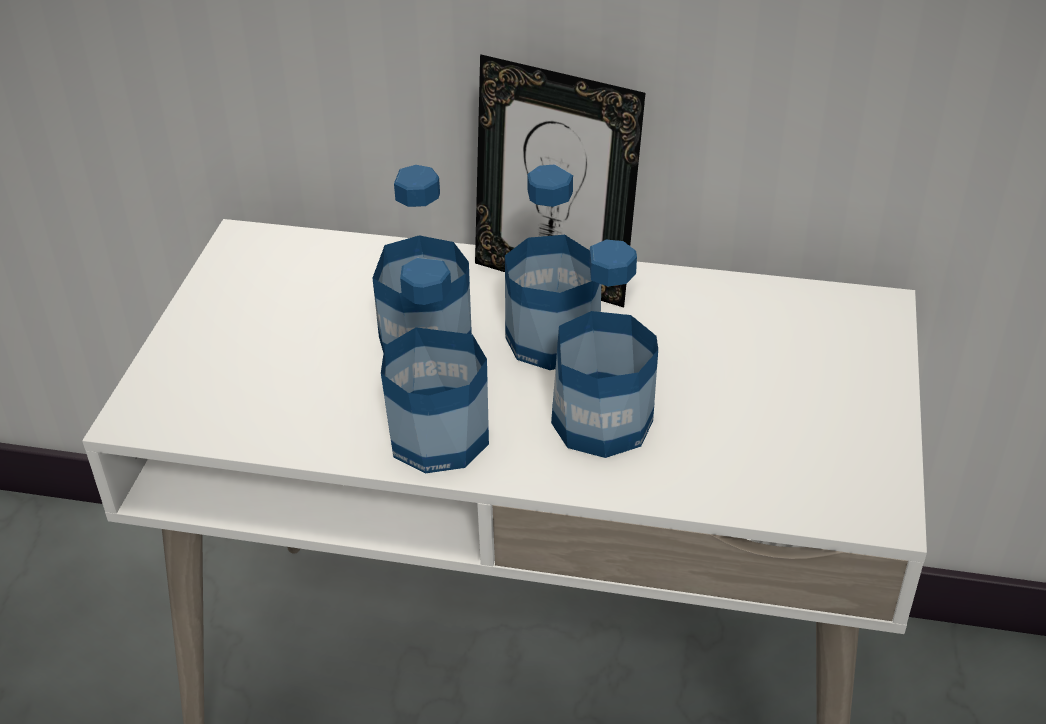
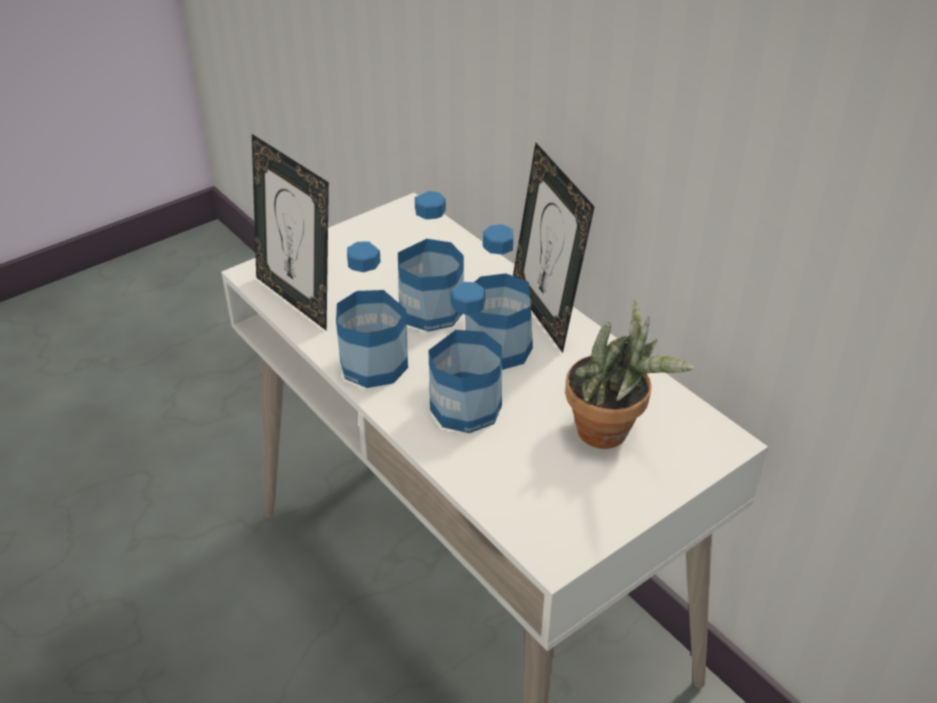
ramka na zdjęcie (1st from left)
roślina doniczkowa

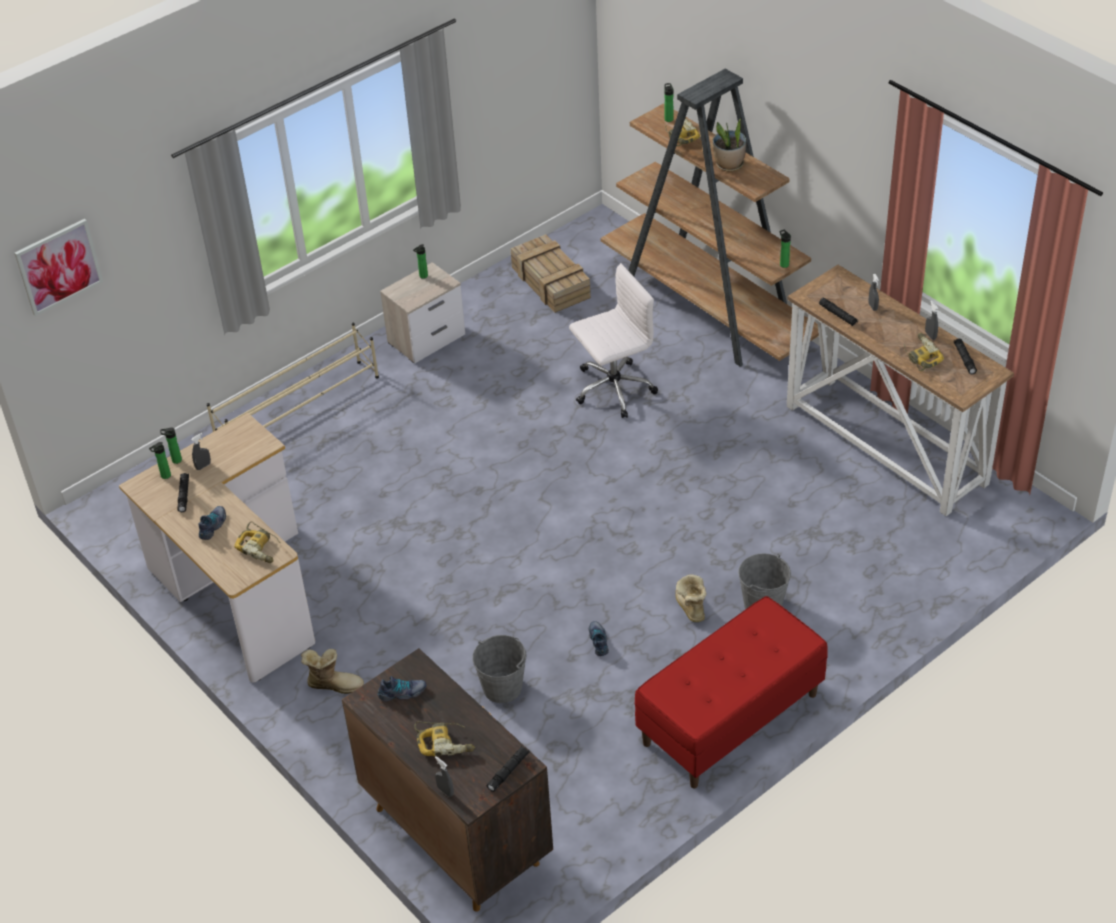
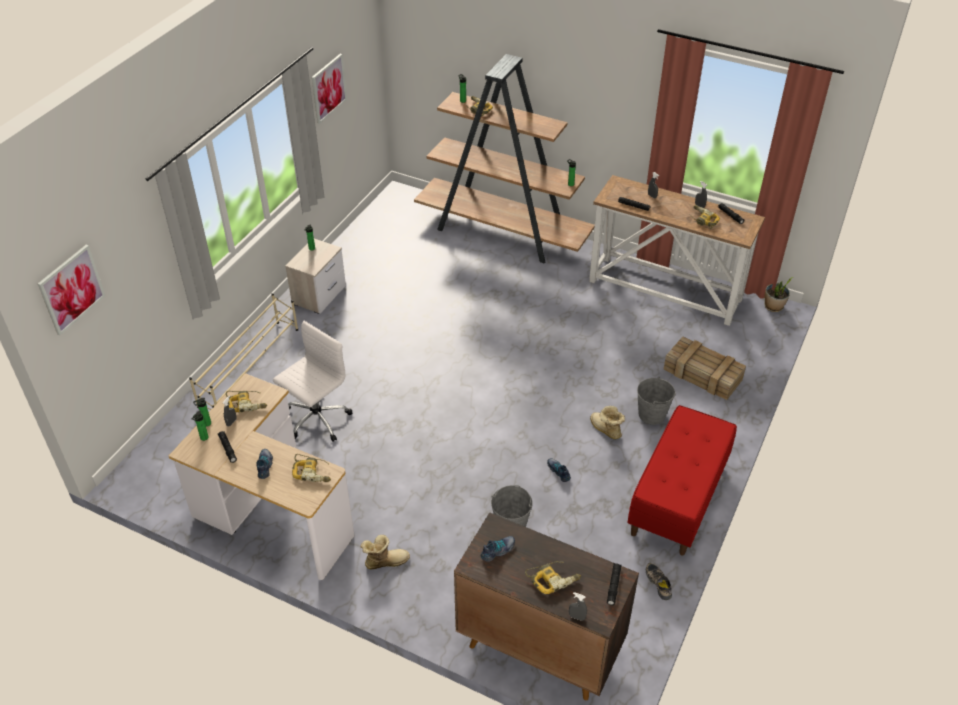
wiertarka (1st from left)
obraz (2nd from left)
but (4th from left)
skrzynka
krzesło biurowe/biały
roślina doniczkowa

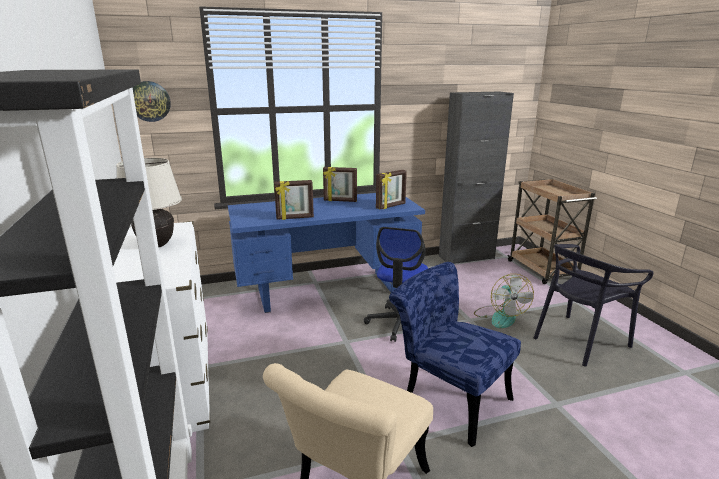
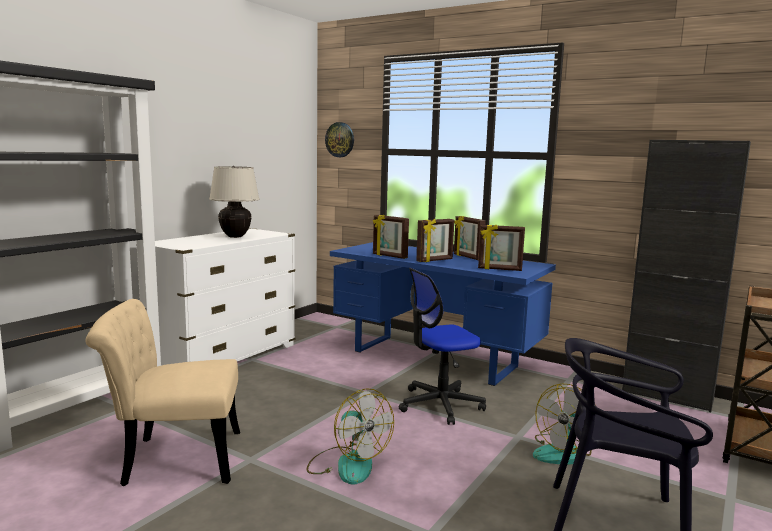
ramka na zdjęcie (2nd from left)
wentylator (1st from left)

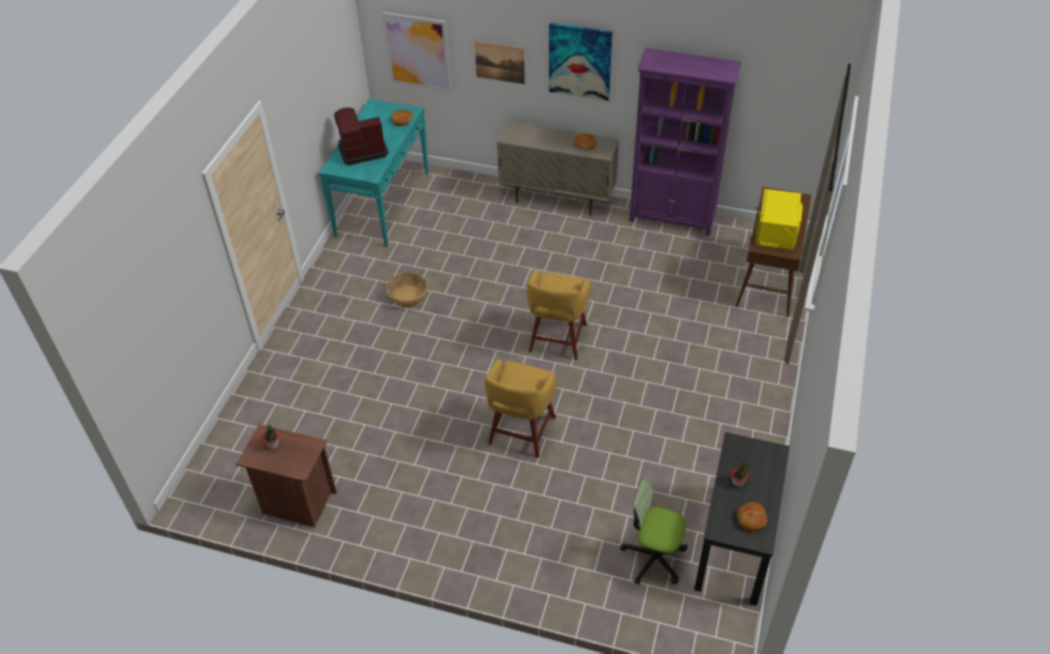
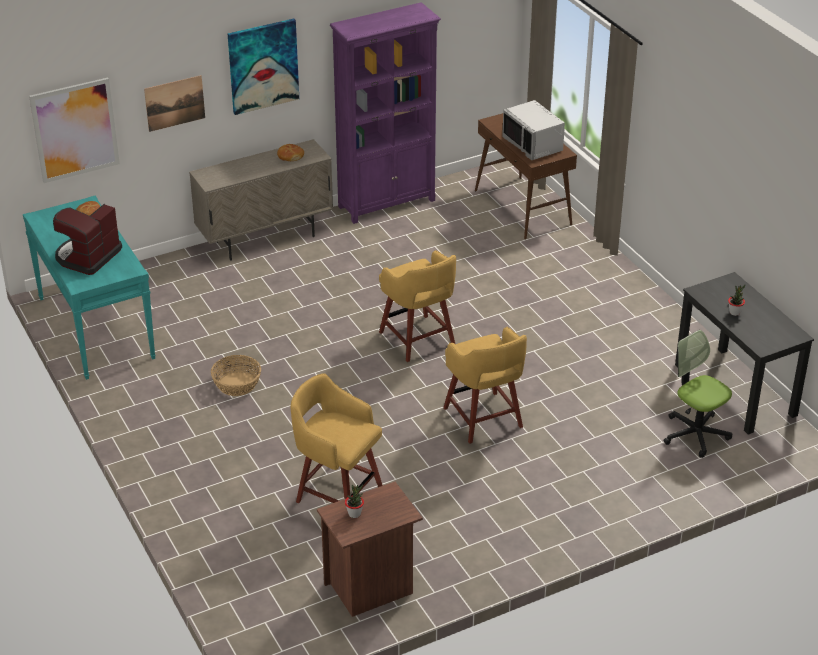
chleb (3rd from left in the first image)
stołek/żółty (1st from left)
mikrofalówka/szary
krzesło biurowe

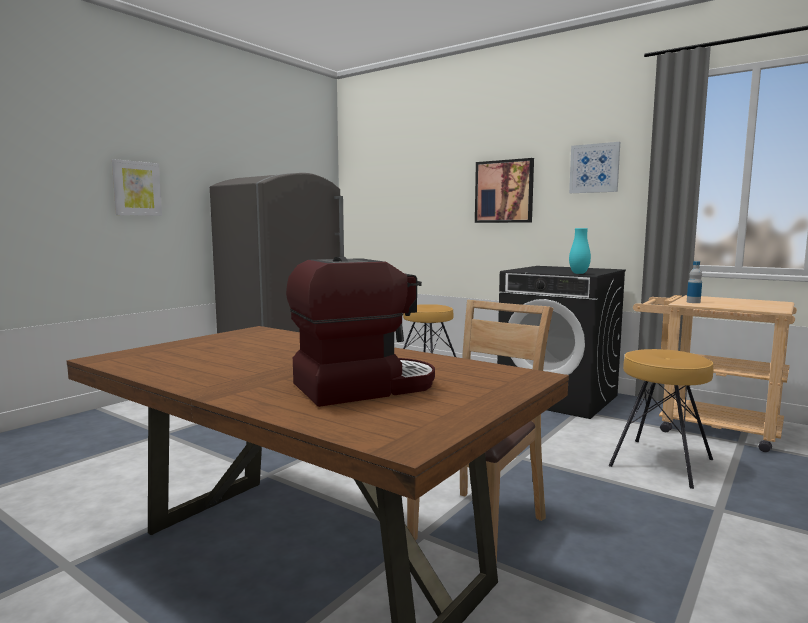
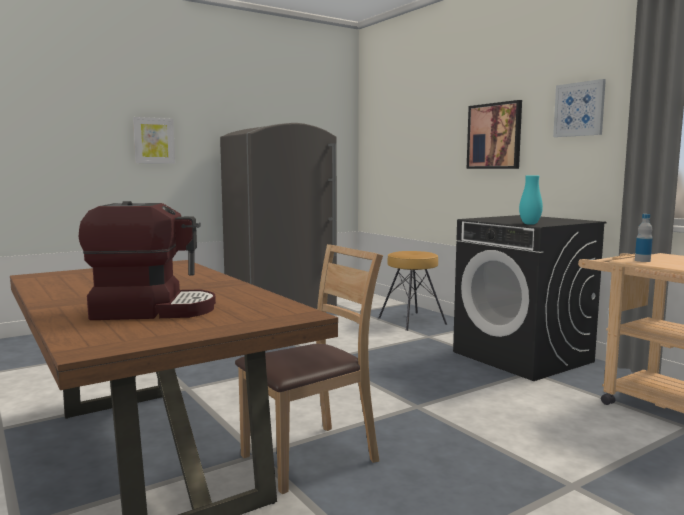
stołek/brązowy (2nd from left in the first image)

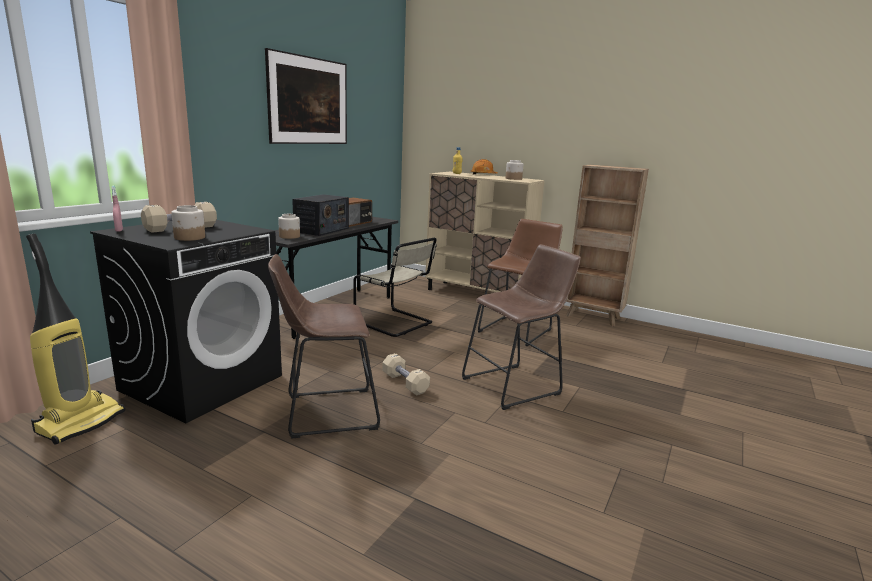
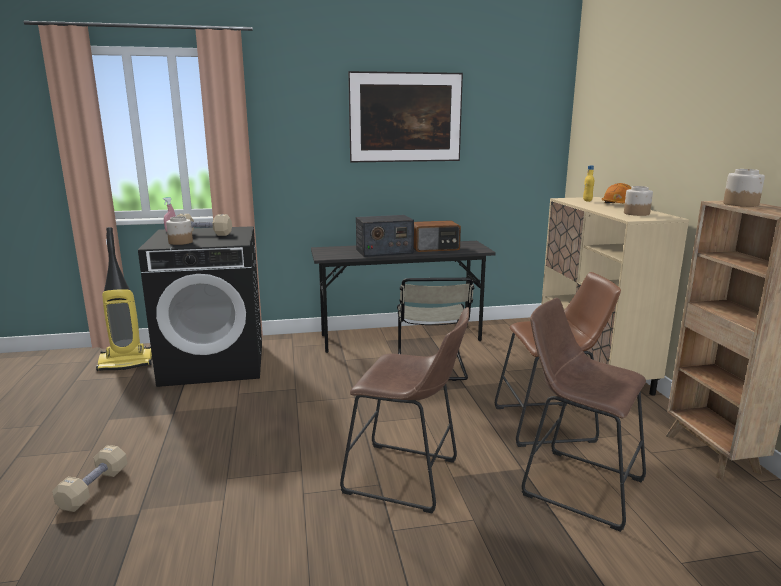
stołek/brązowy (3rd from left)
słoik (3rd from left)
hantel/beżowy (1st from left)

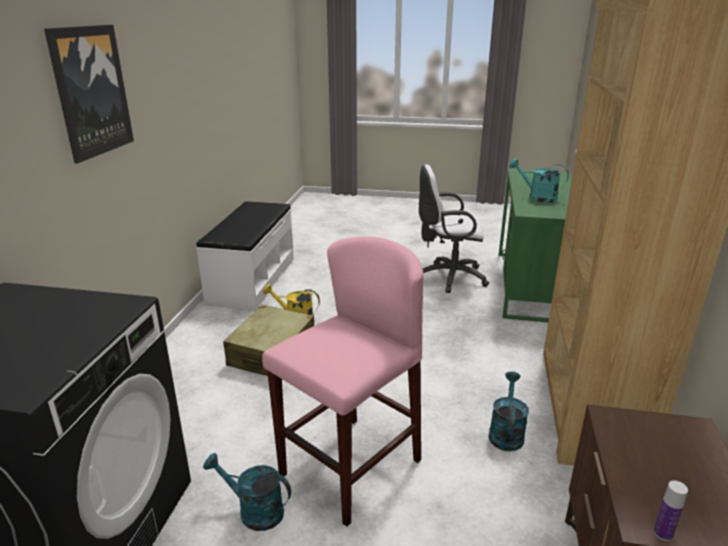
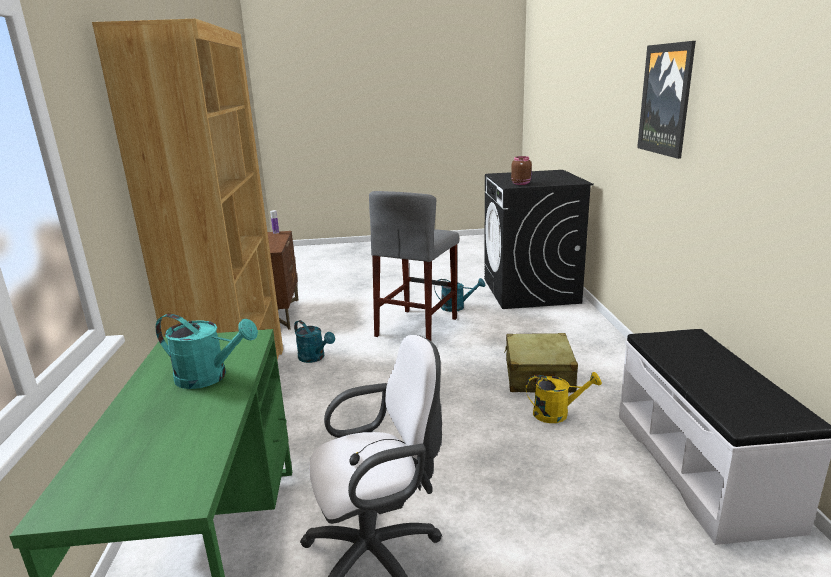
słoik/brązowy
stołek/szary
konewka/turkusowy (2nd from left)

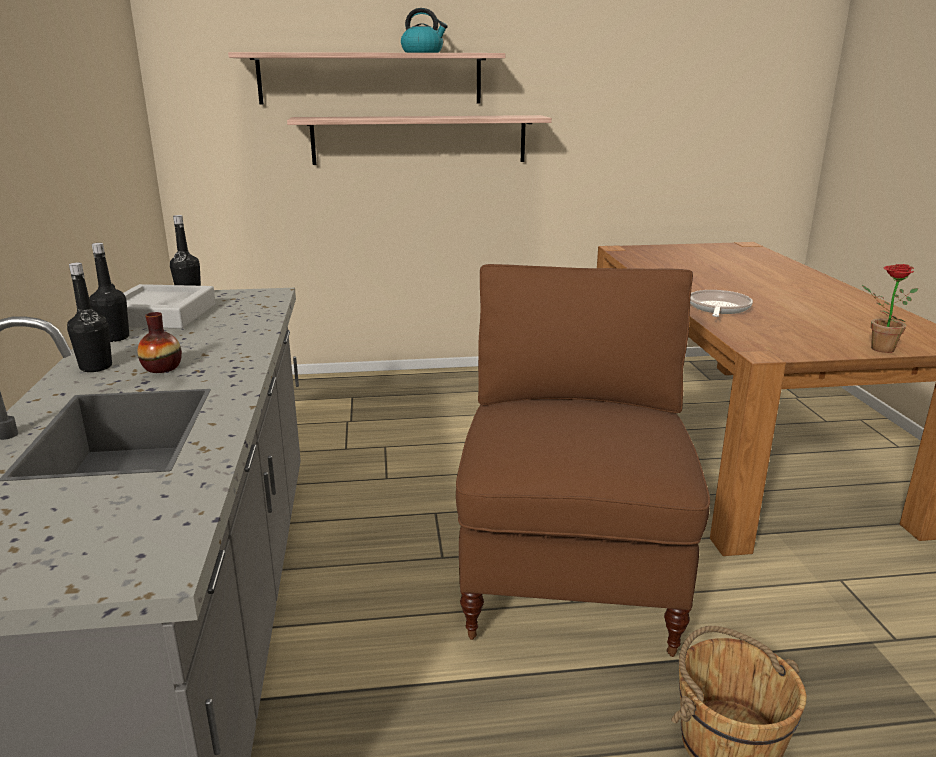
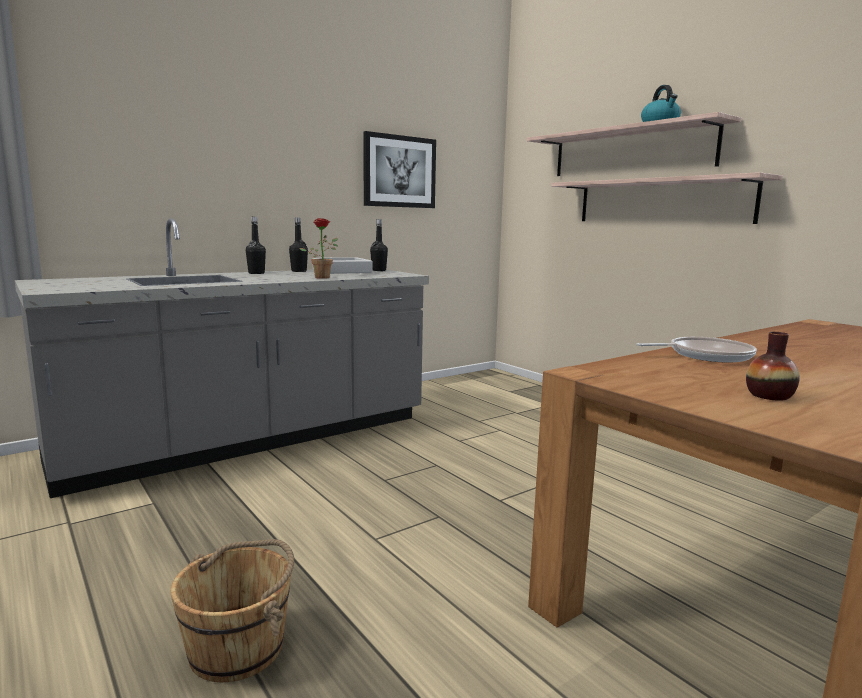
krzesło/brązowy
obraz
wazon
roślina doniczkowa

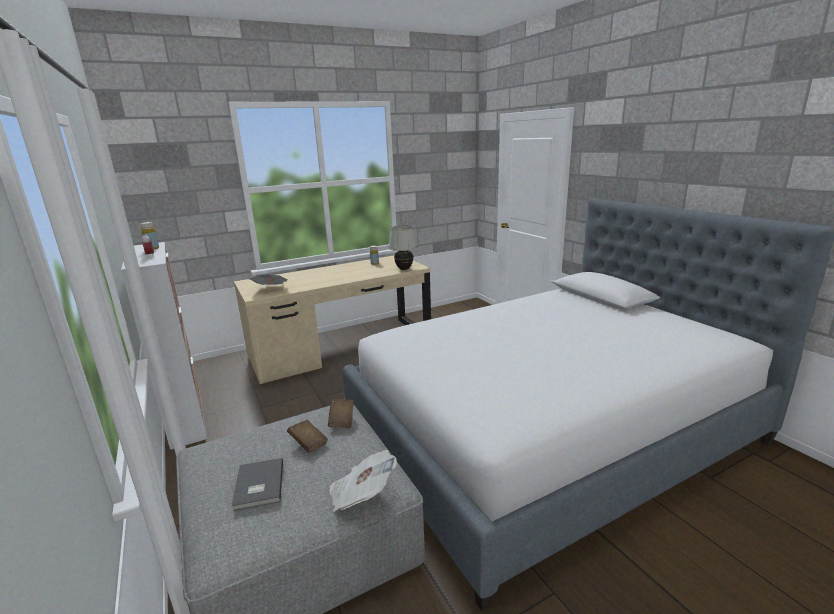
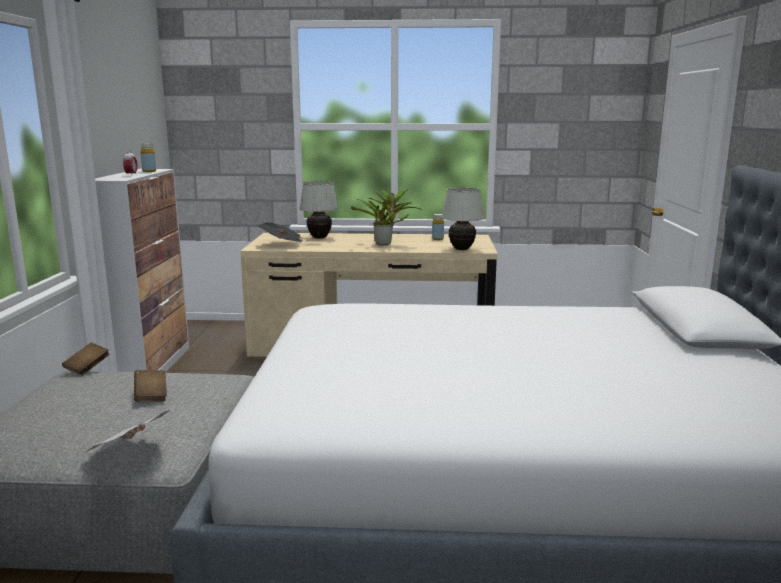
książka/szary
lampa stołowa/biały (1st from left)
roślina doniczkowa
książka/brązowy (1st from left)

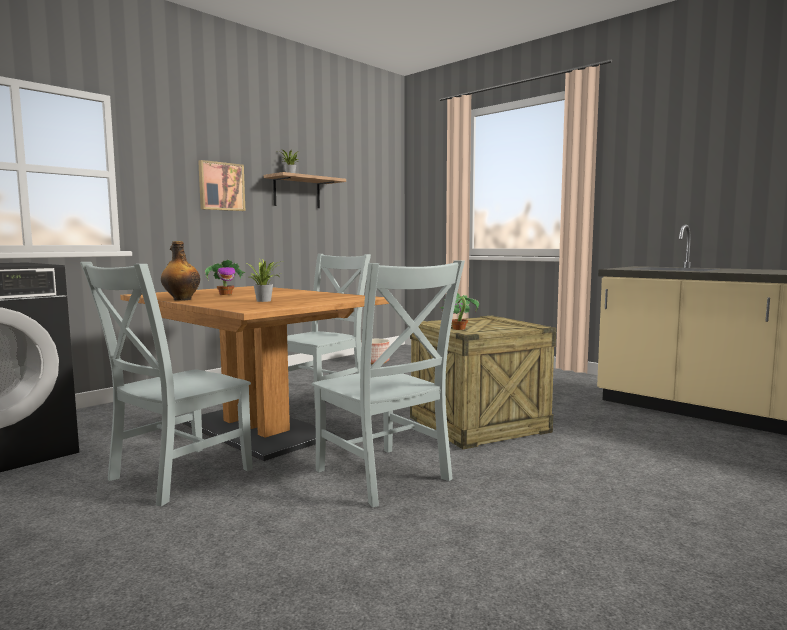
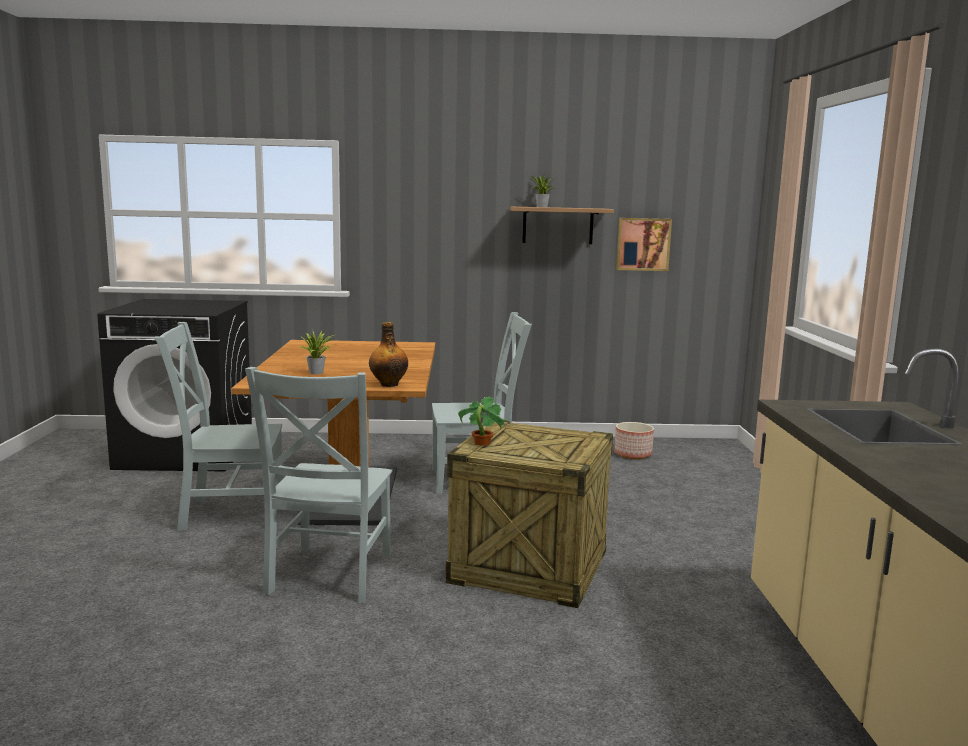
roślina doniczkowa (1st from left in the first image)
butelka
obraz

